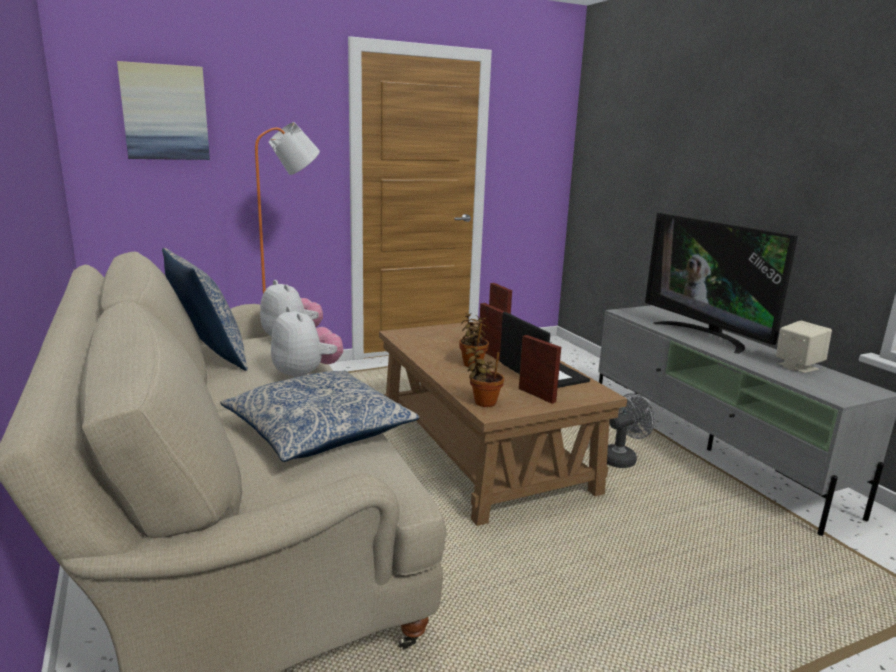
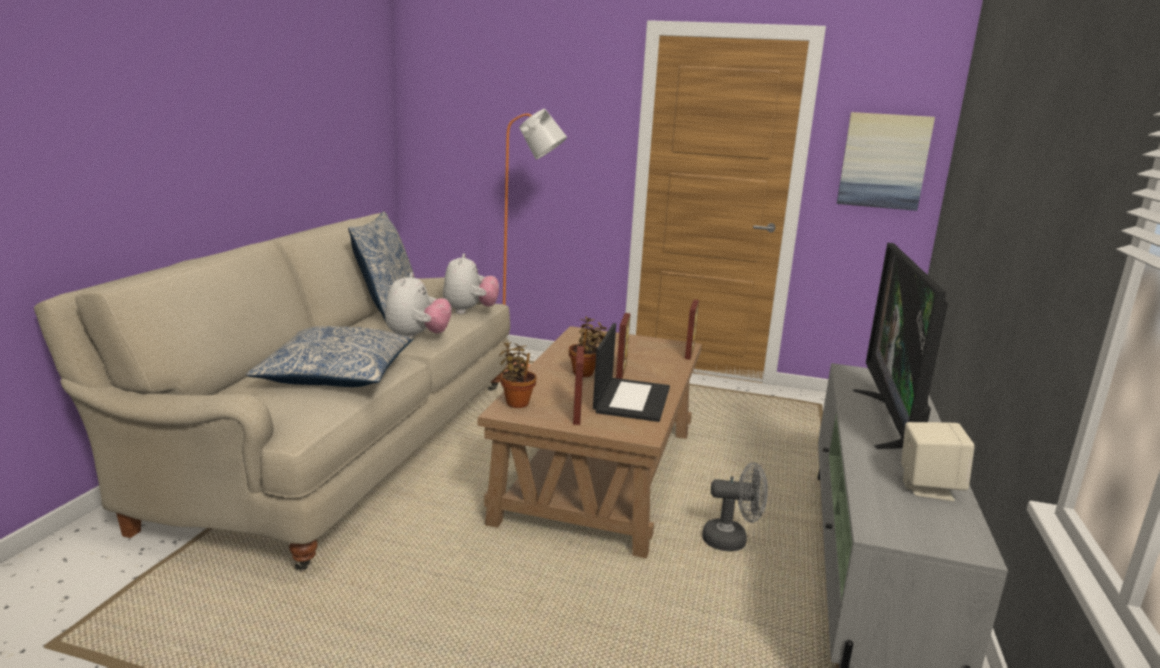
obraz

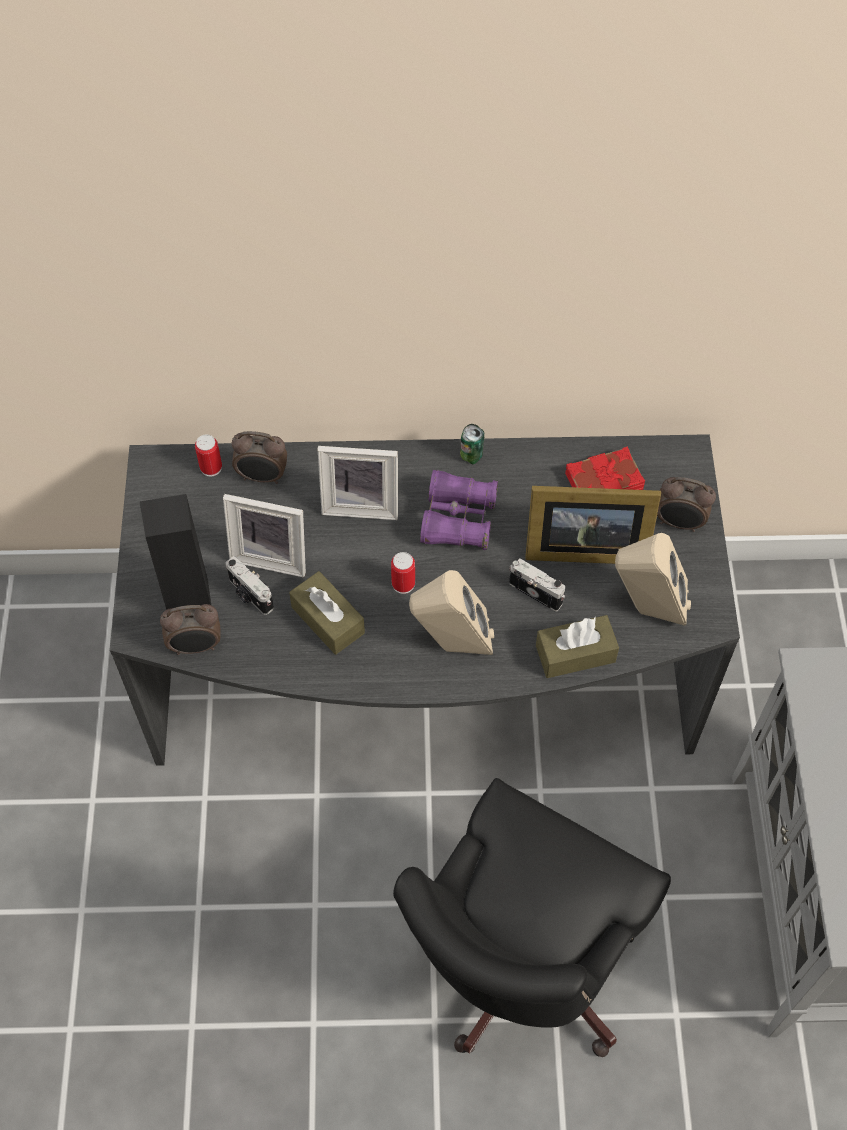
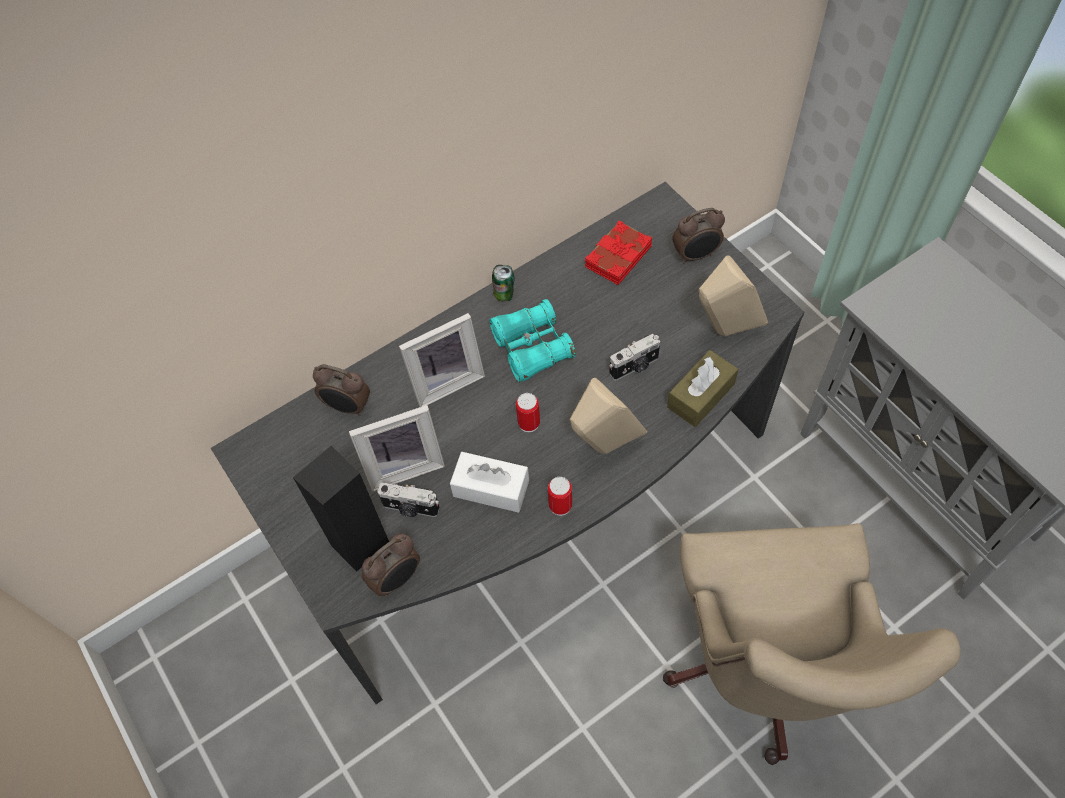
ramka na zdjęcie (3rd from left in the first image)
puszka (3rd from left)
pudełko chusteczek/biały
krzesło biurowe/beżowy
lornetka/turkusowy
budzik (1st from left)
aparat fotograficzny (2nd from left)

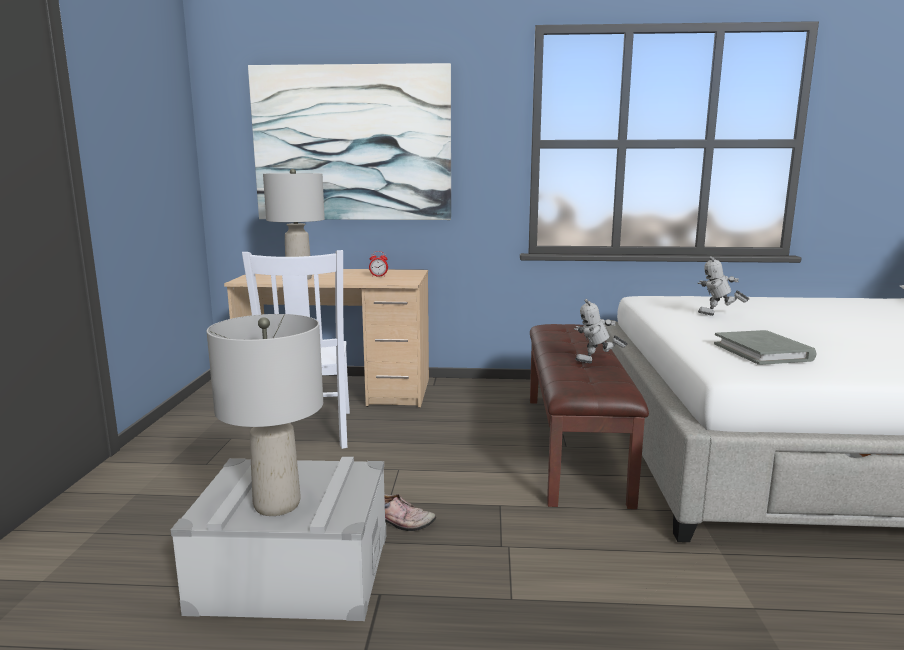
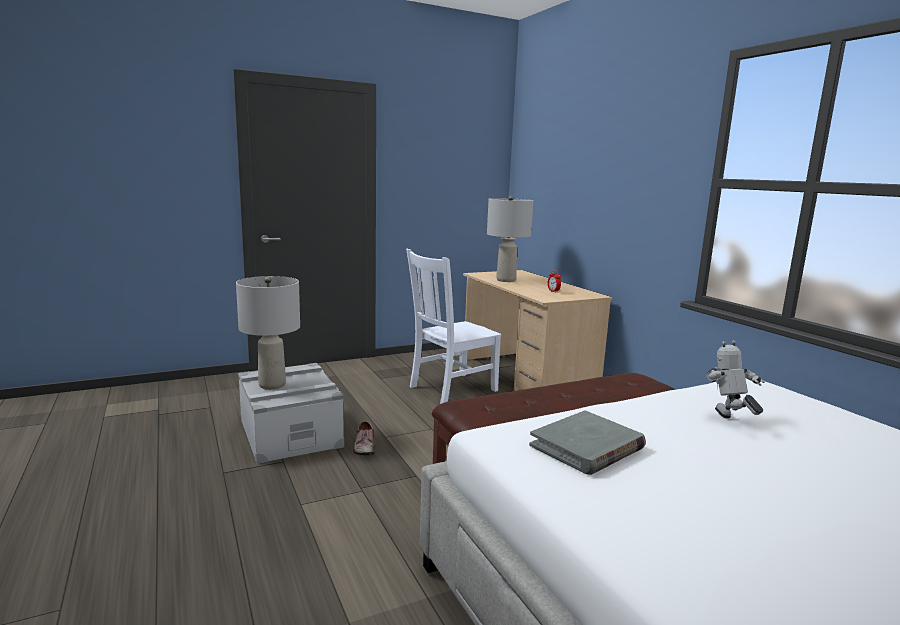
obraz
robot zabawkowy (1st from left in the first image)

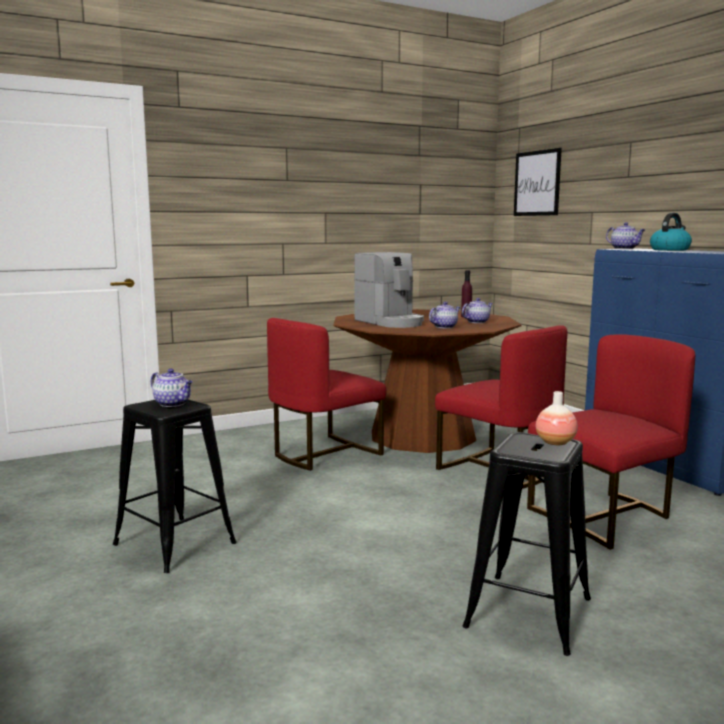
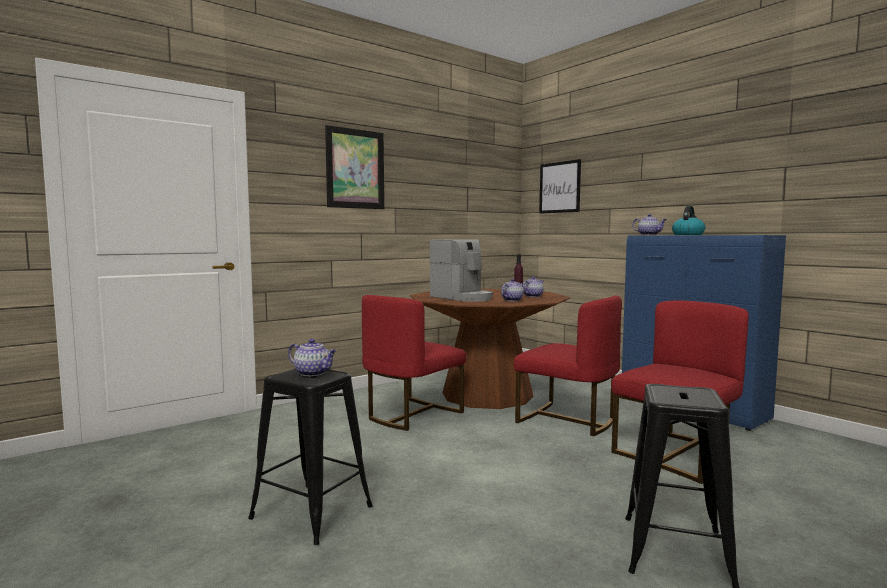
wazon
obraz (1st from left)

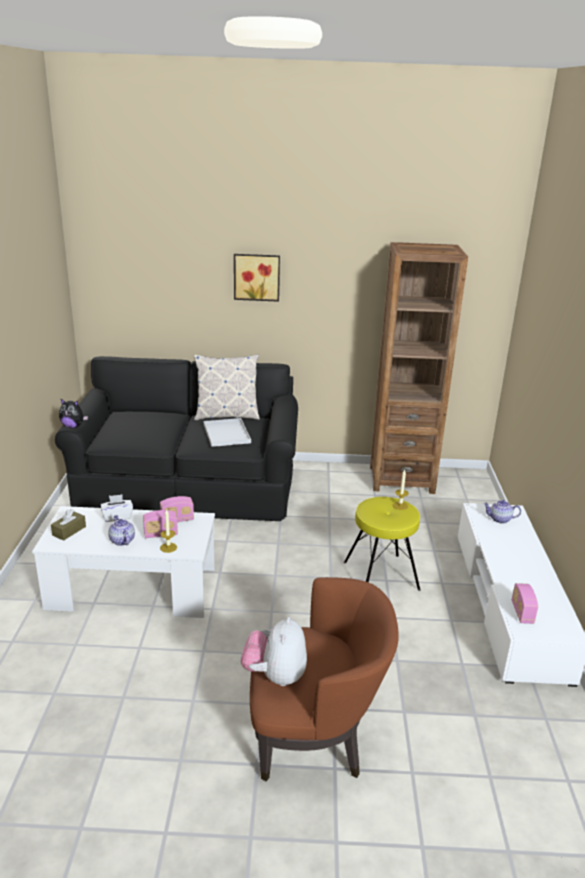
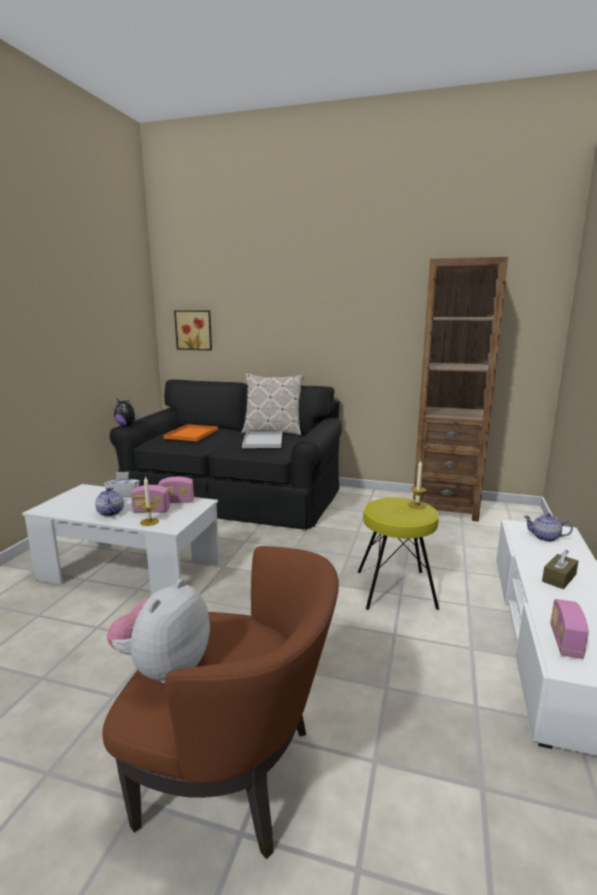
taca/pomarańczowy
pudełko chusteczek/brązowy
obraz

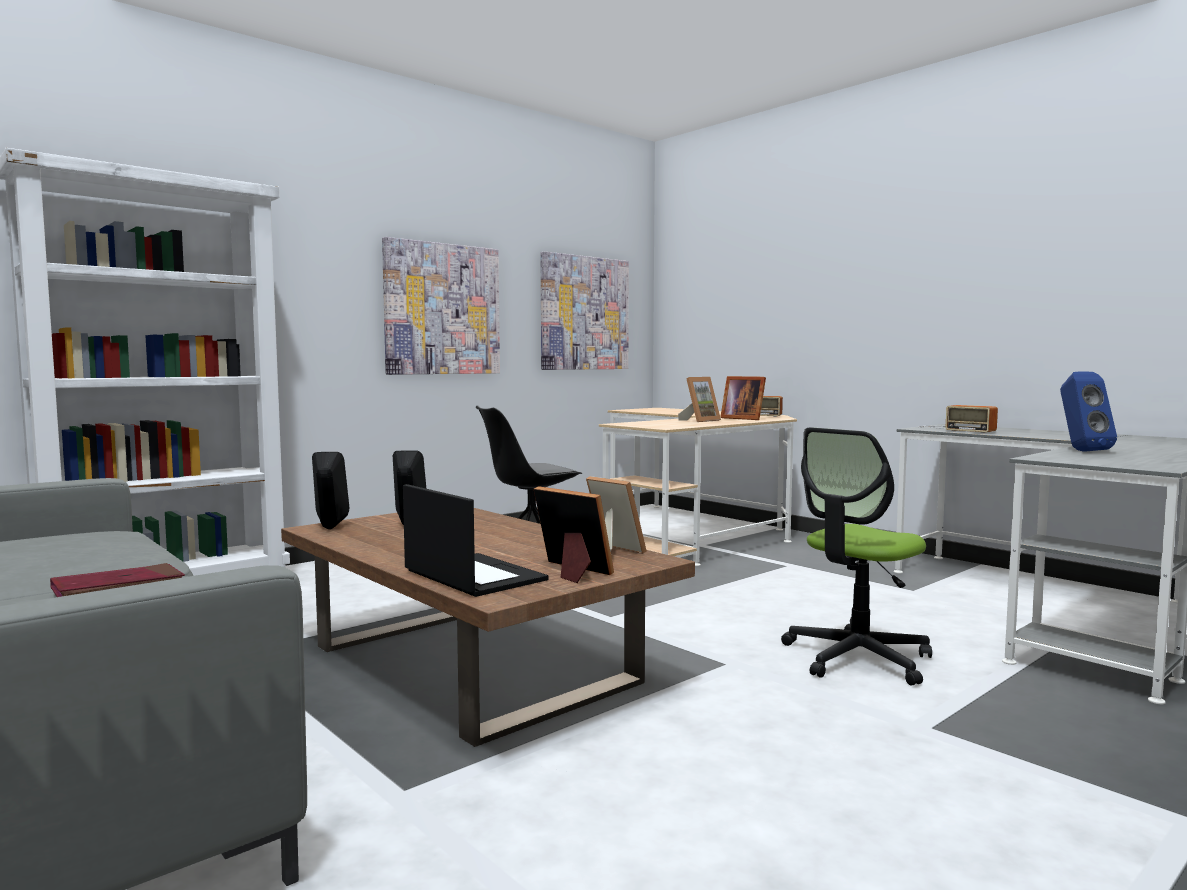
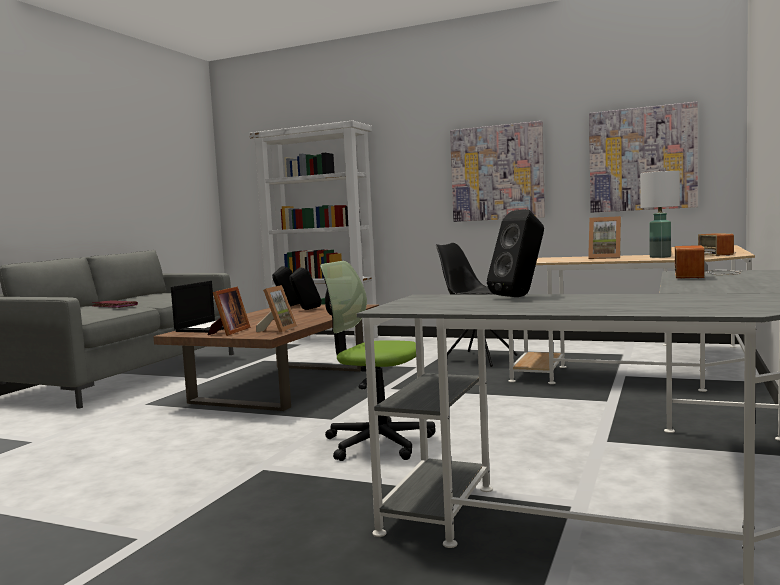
lampa stołowa/biały
głośnik/czarny (3rd from left)

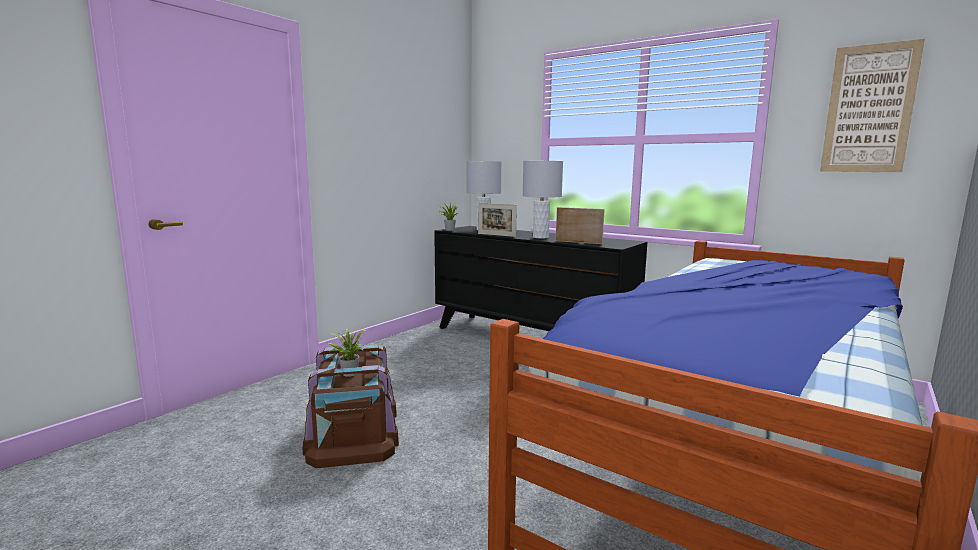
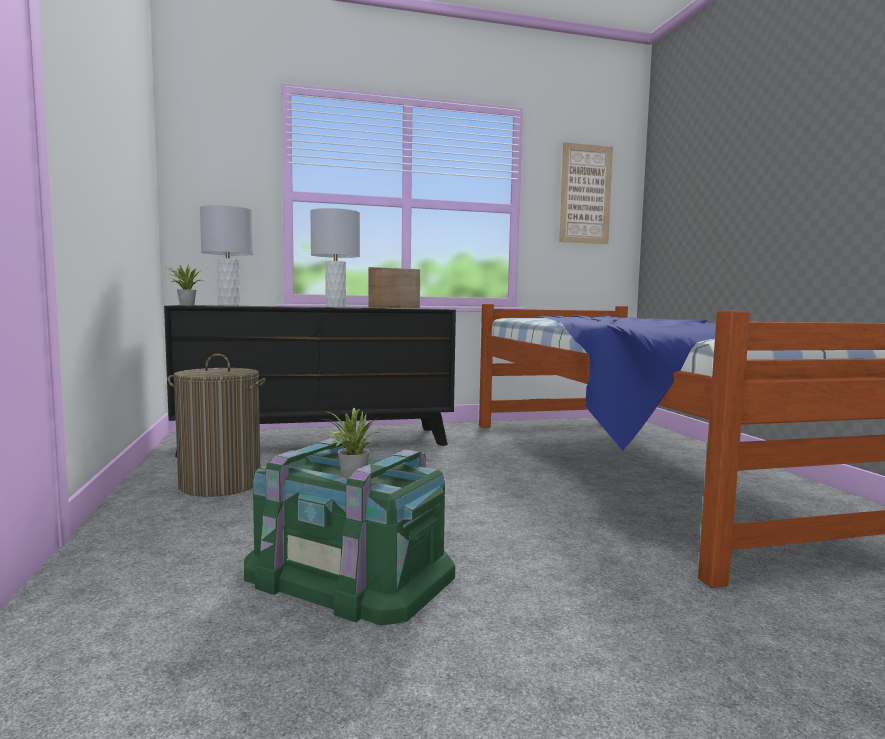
ramka na zdjęcie (1st from left in the first image)
kosz na pranie
pojemnik do przechowywania/zielony

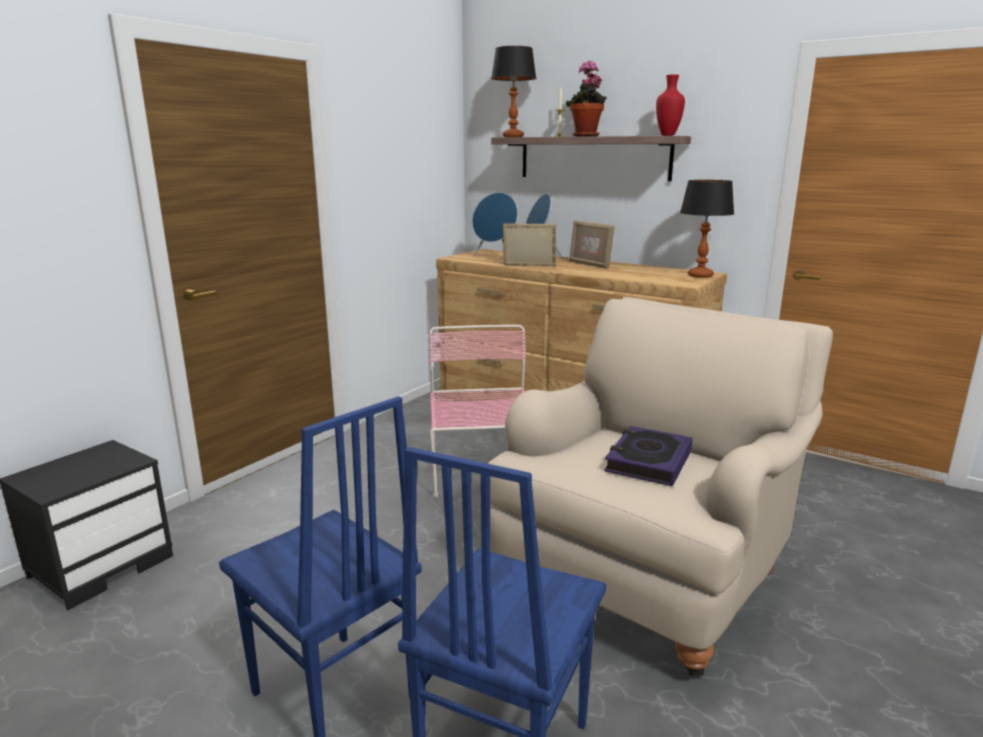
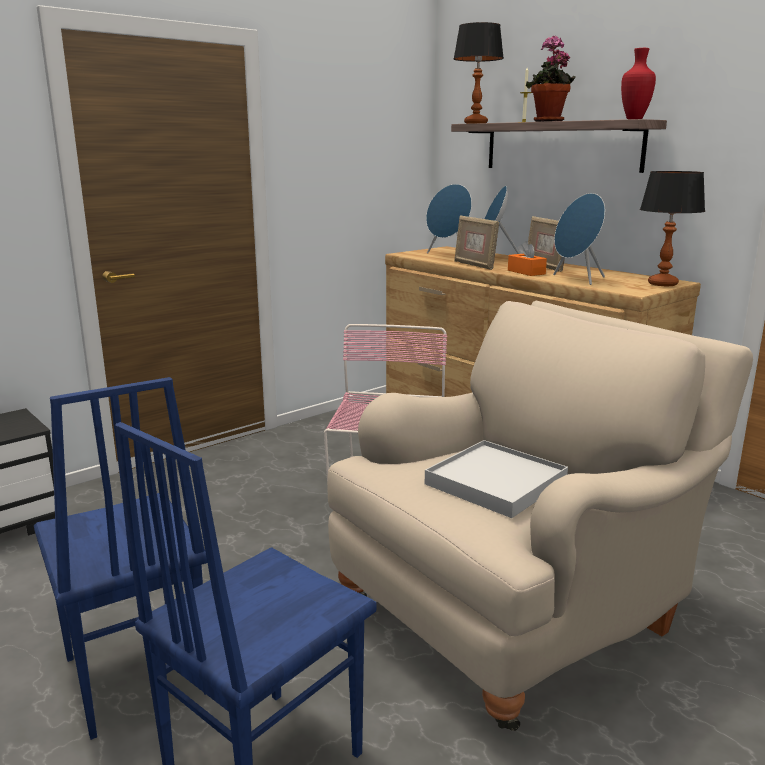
pudełko chusteczek/pomarańczowy
głośnik/niebieski (3rd from left)
taca/biały
ramka na zdjęcie (1st from left)

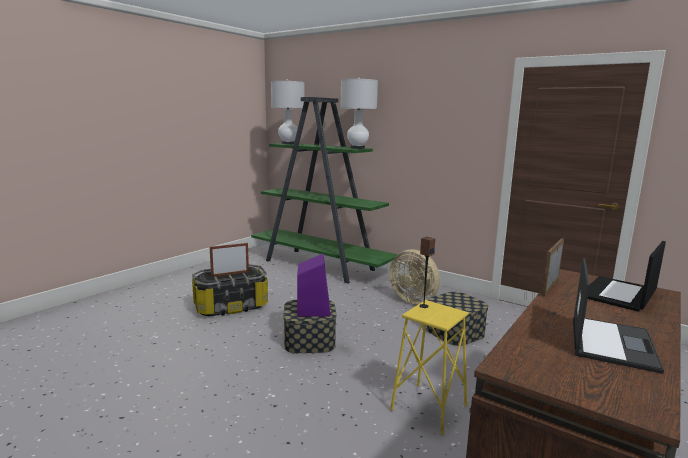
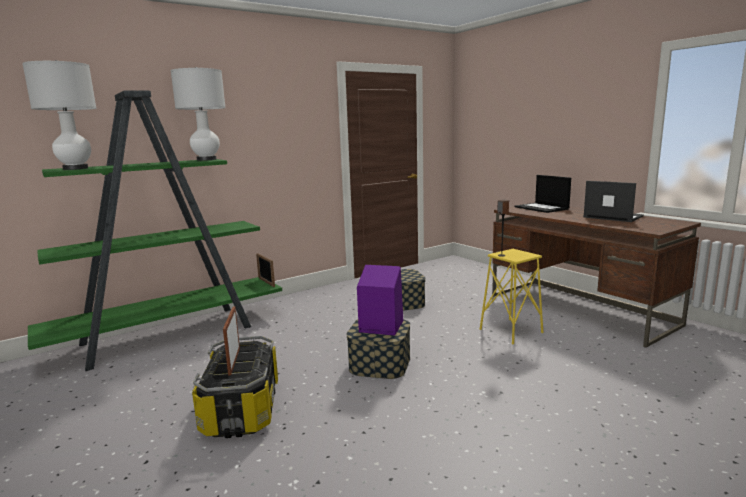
wentylator/beżowy
ramka na zdjęcie (2nd from left)

